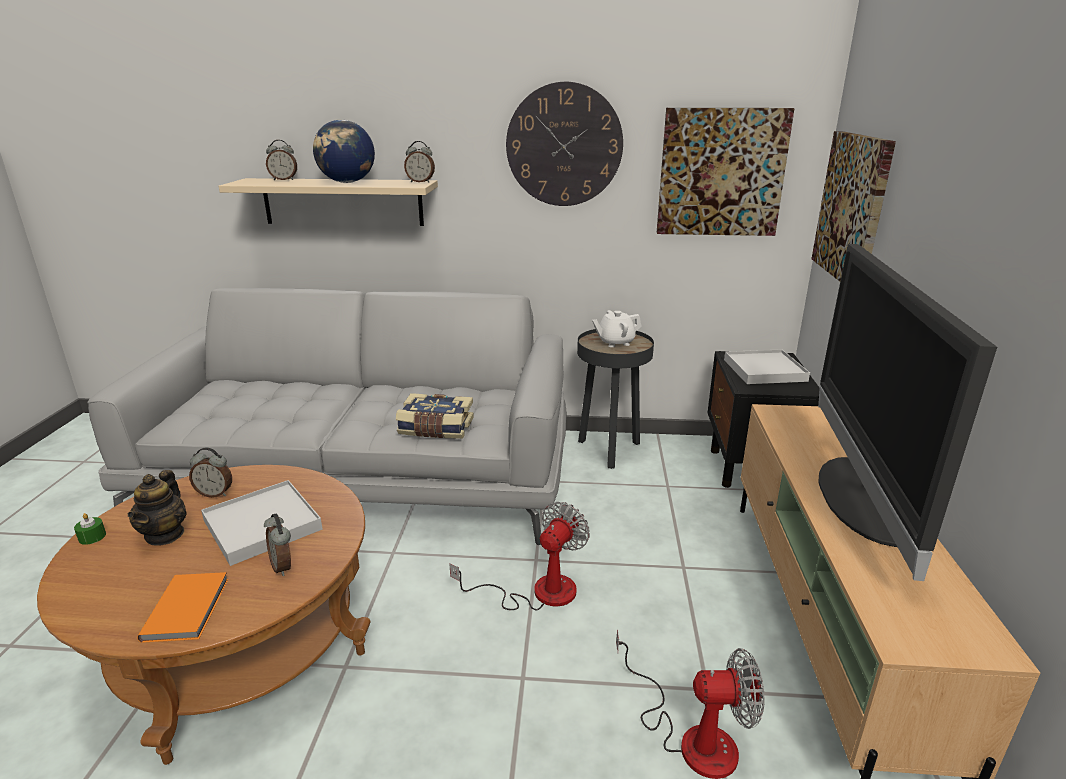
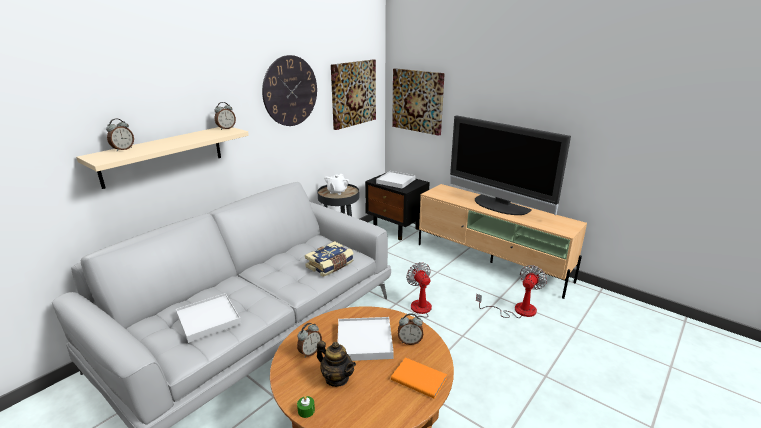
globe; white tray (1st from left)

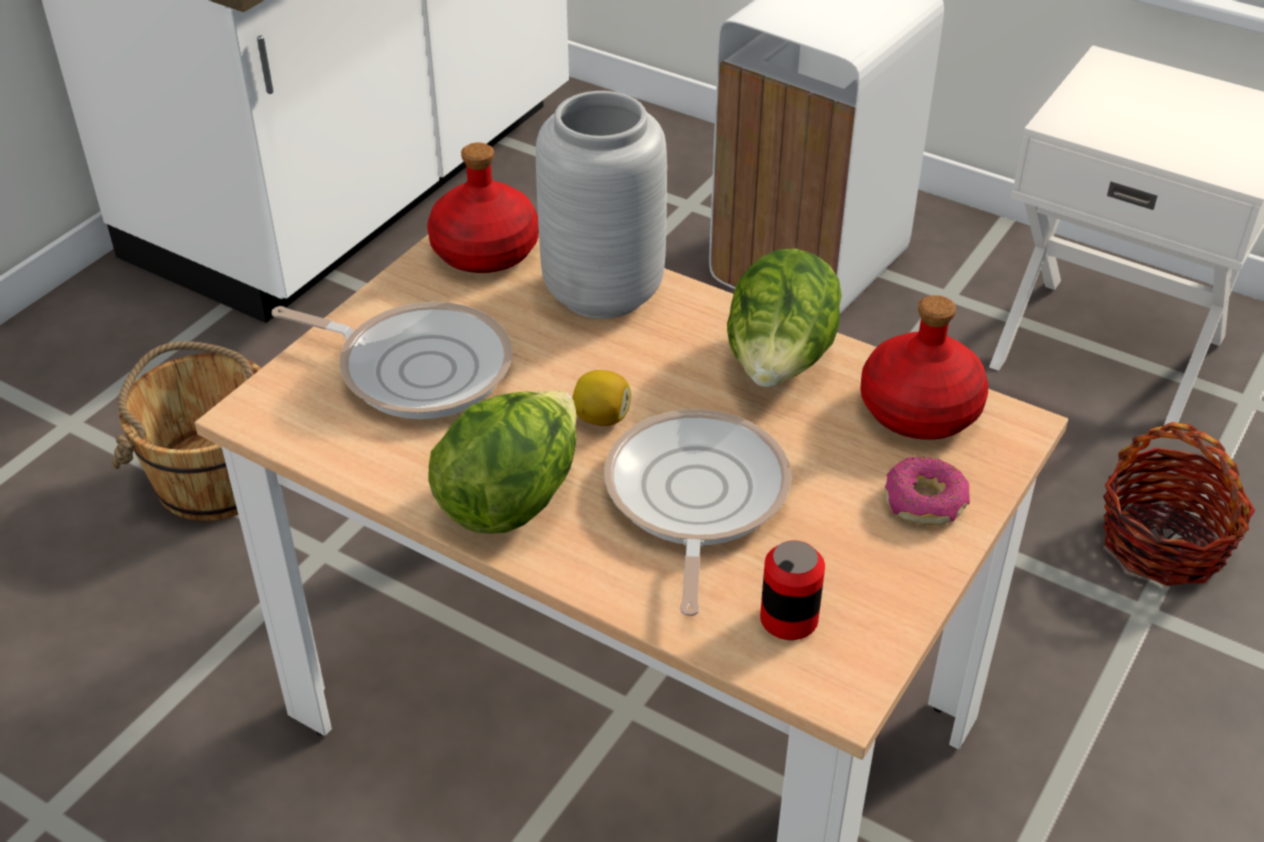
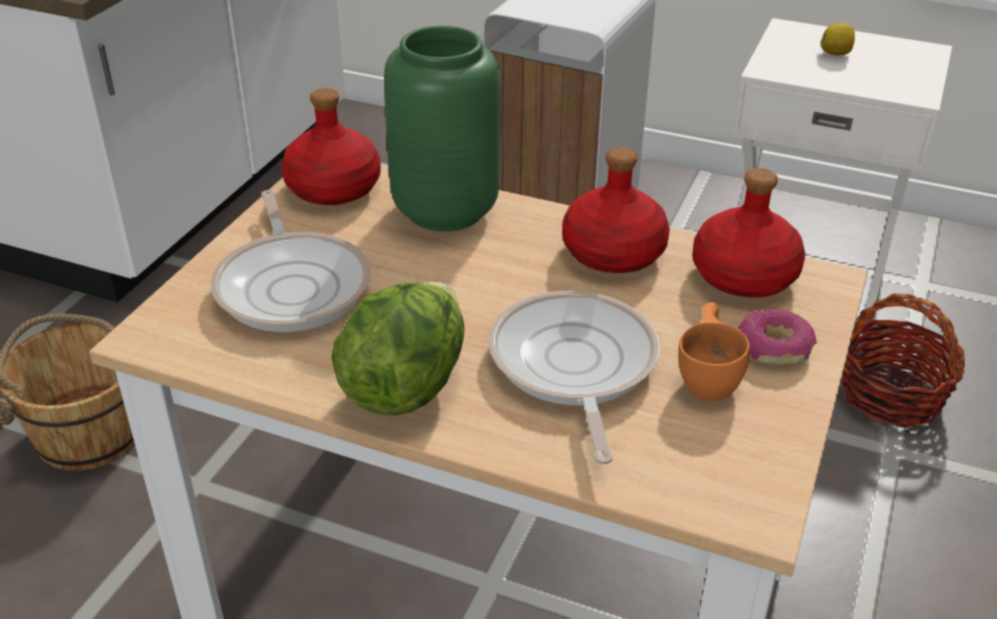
can; orange cup; lemon; red bottle (2nd from left); green vase; frying pan (1st from left)

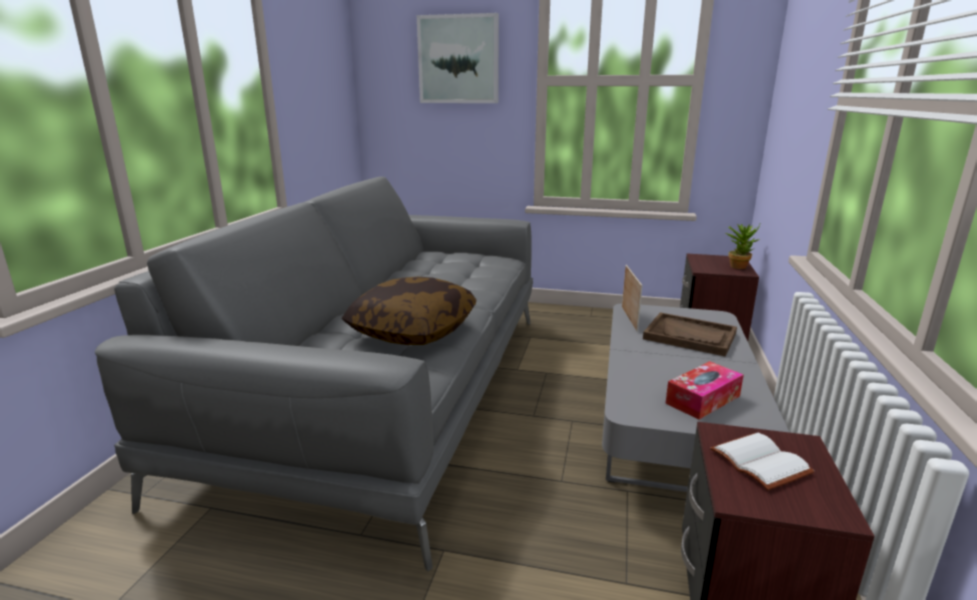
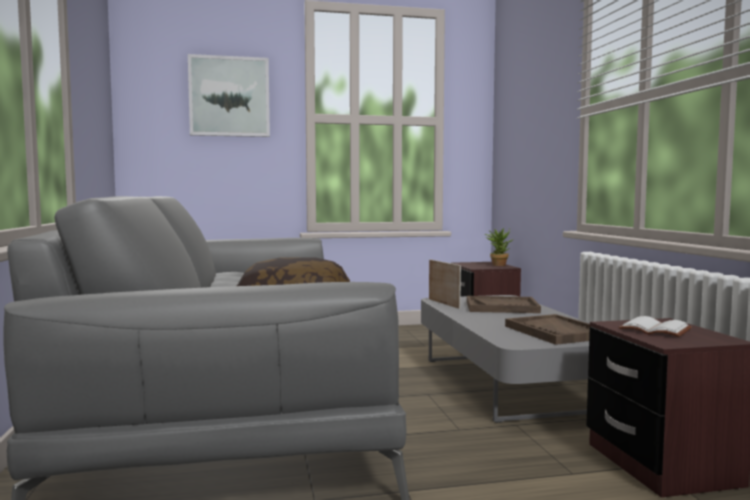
brown tray (2nd from left)

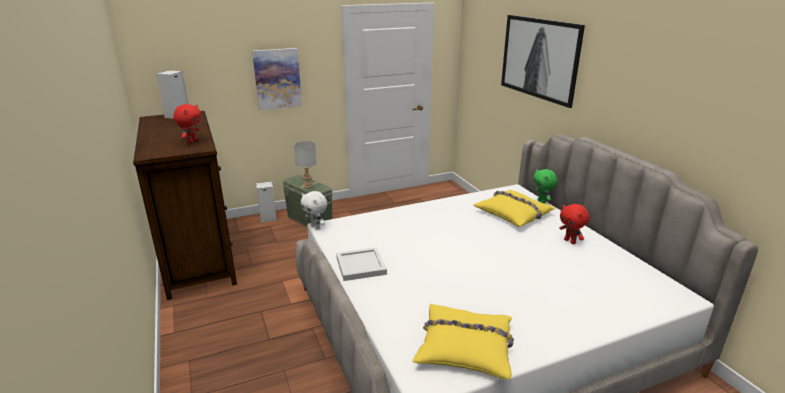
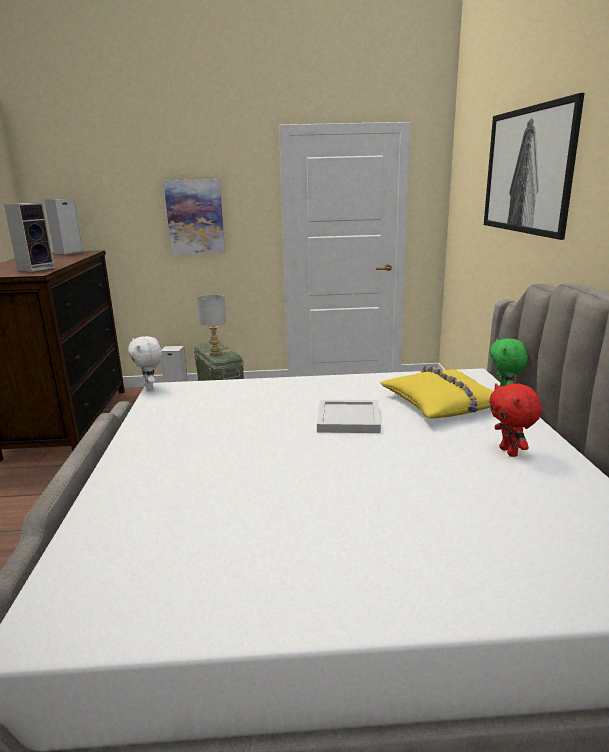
yellow pillow (1st from left in the first image); white tray; speaker (1st from left)

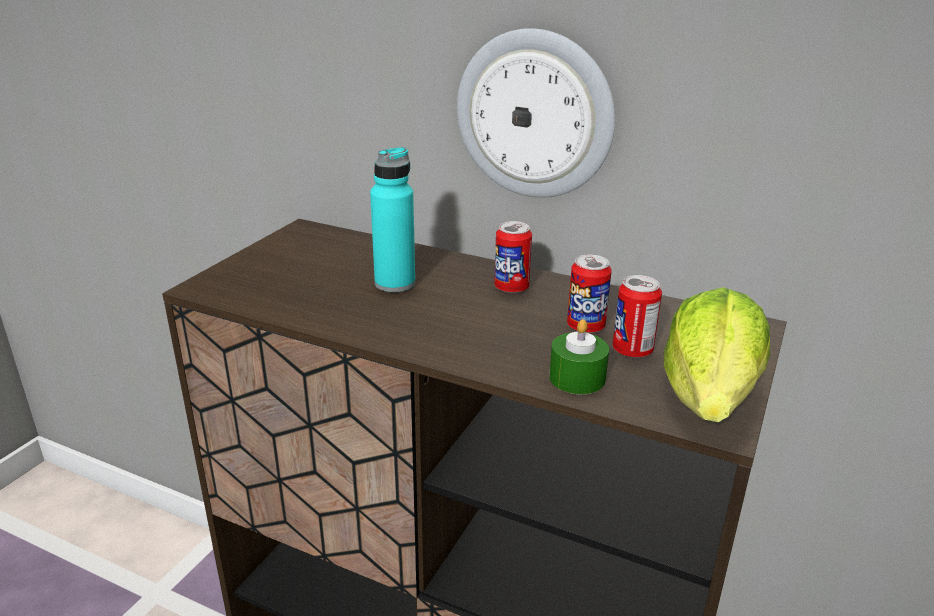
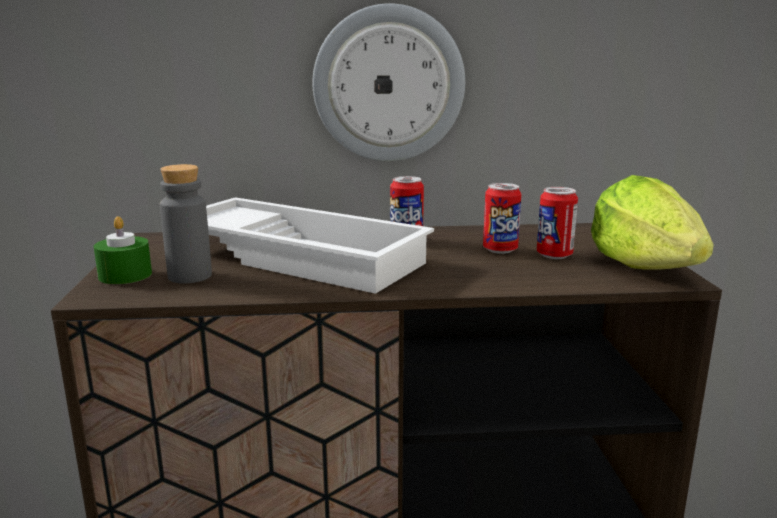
grey bottle; green candle; white tray

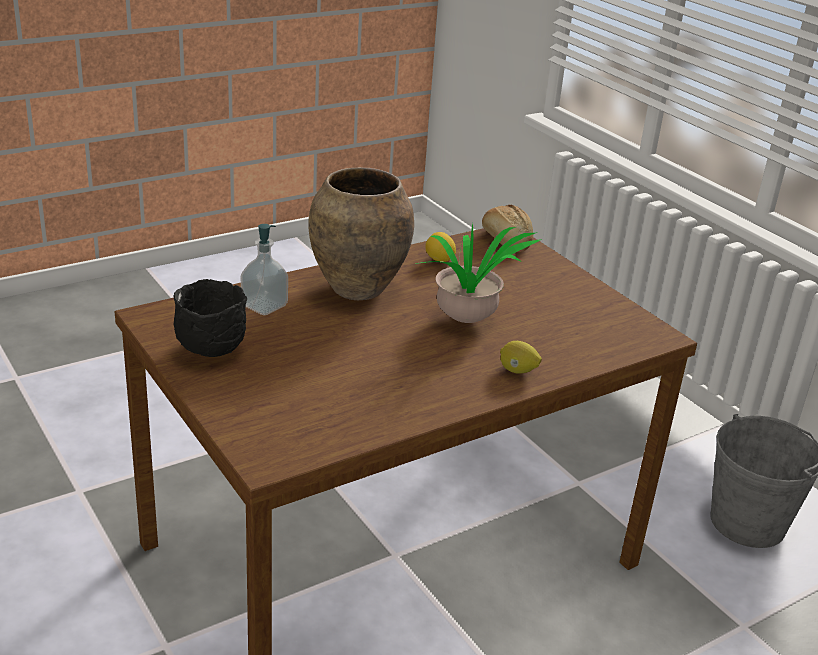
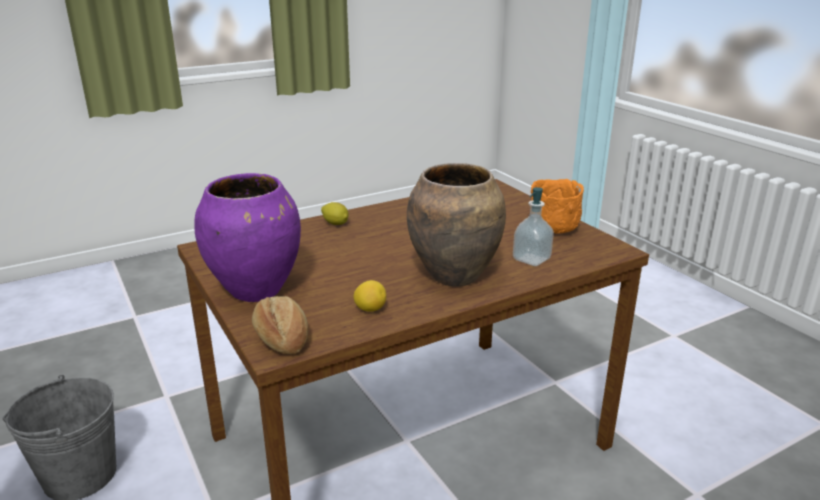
potted plant; purple vase; orange bowl

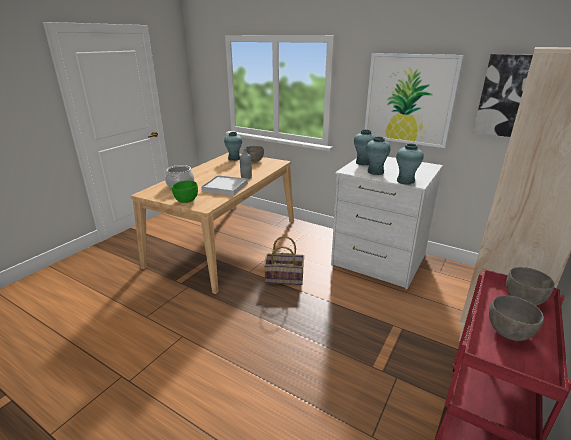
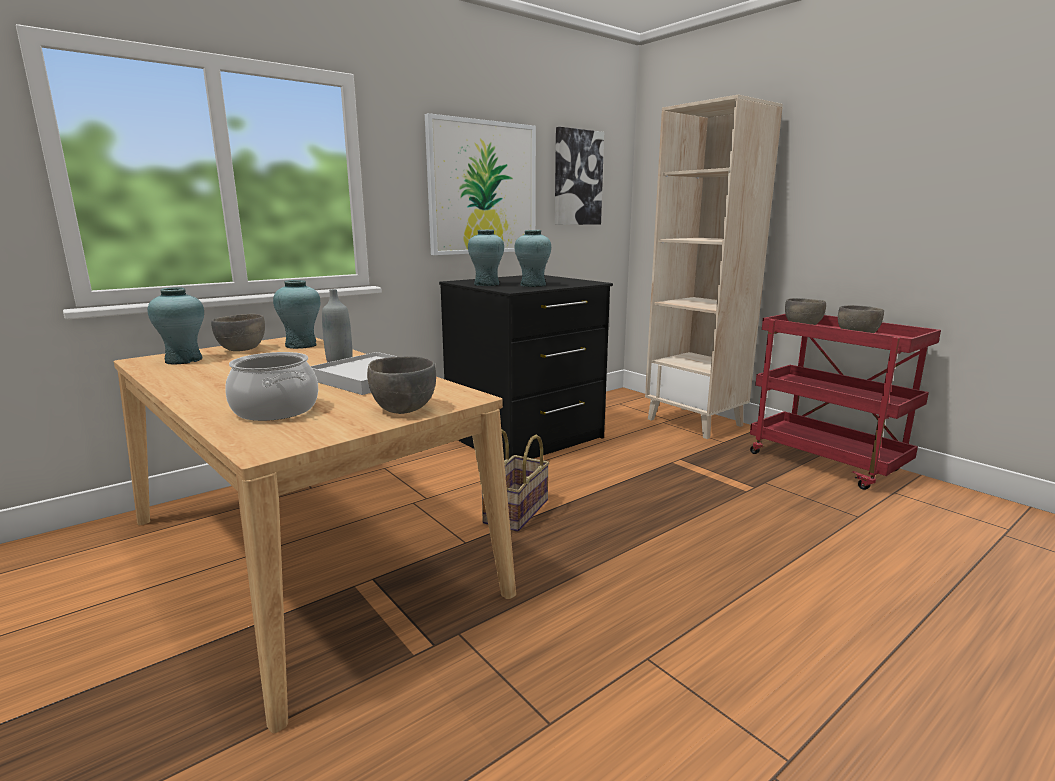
turquoise vase (2nd from left); grey bowl (2nd from left); black dresser

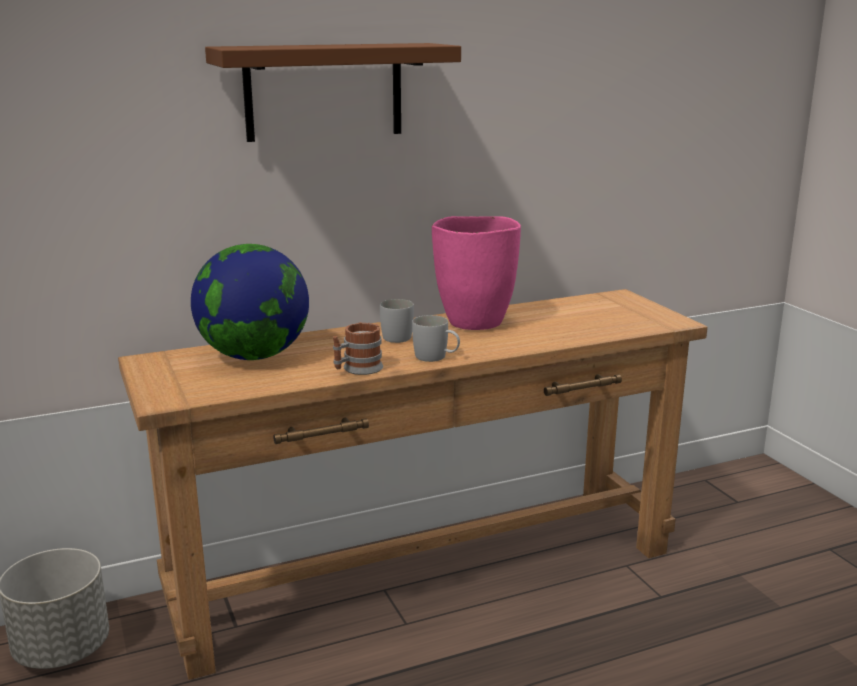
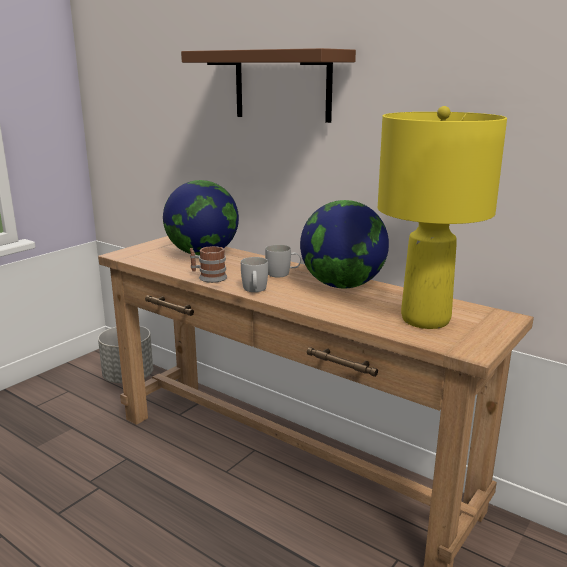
yellow table lamp; globe (2nd from left)

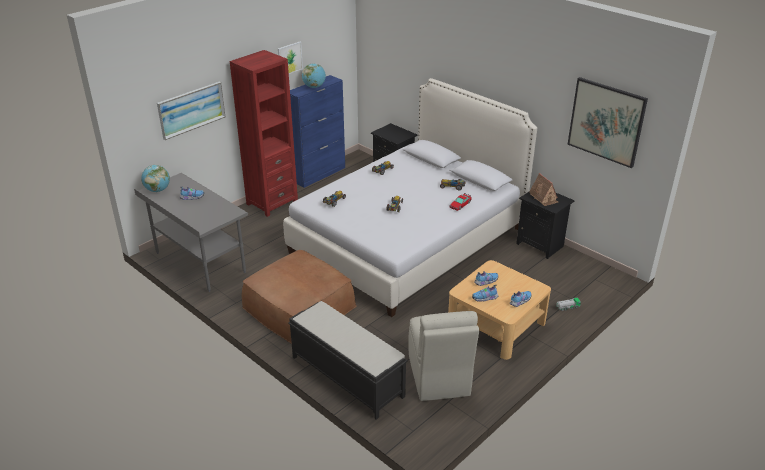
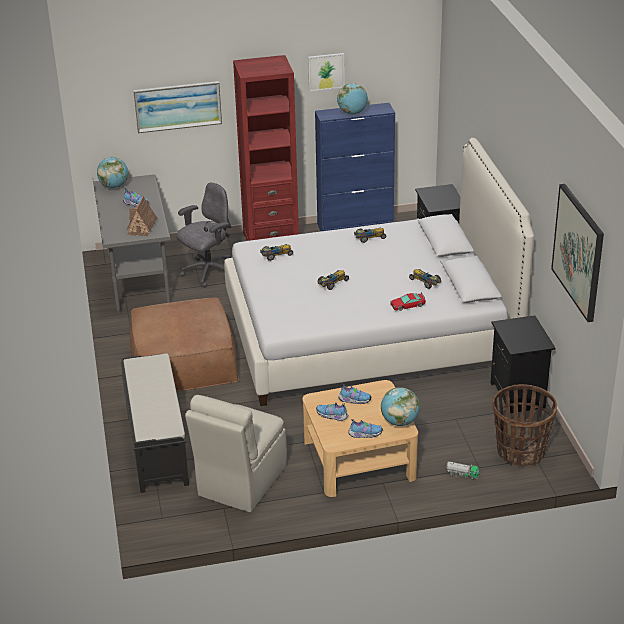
grey office chair; globe (3rd from left); basket; toy house

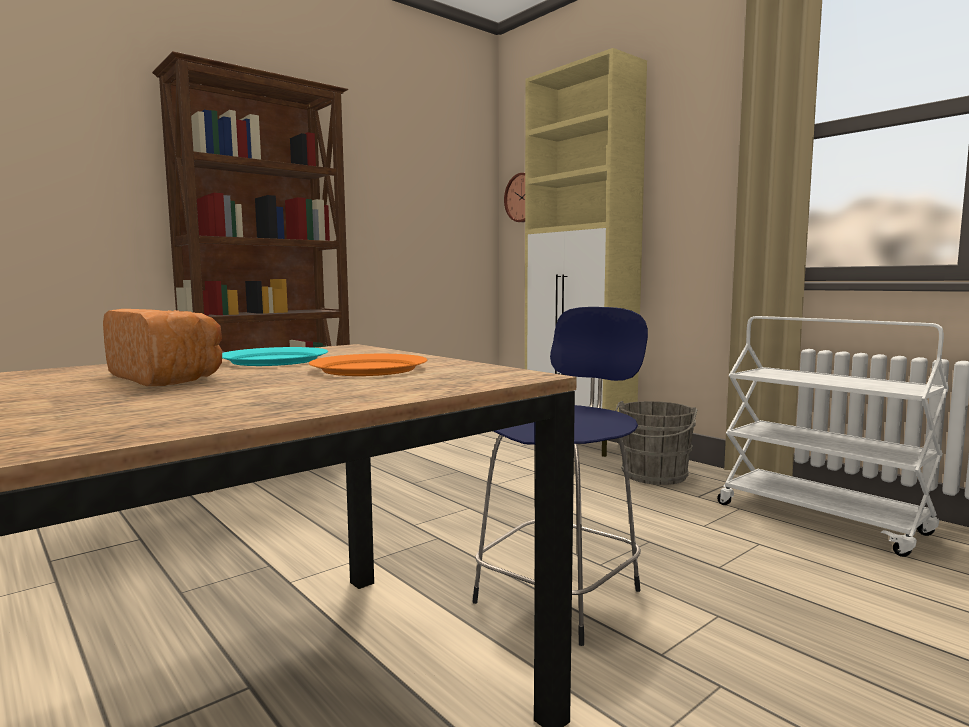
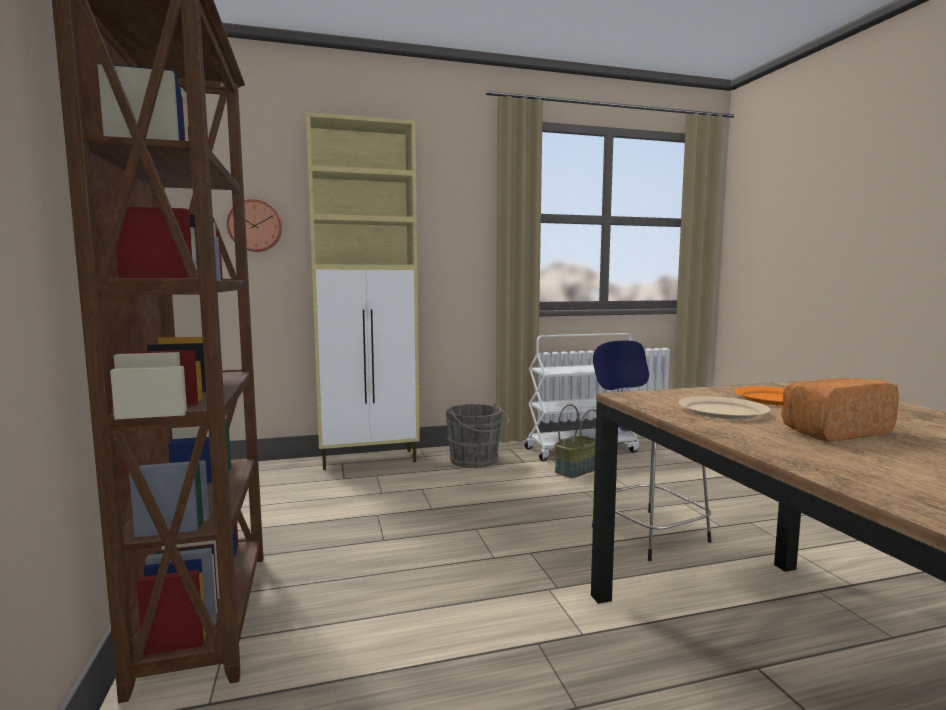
basket; beige plate

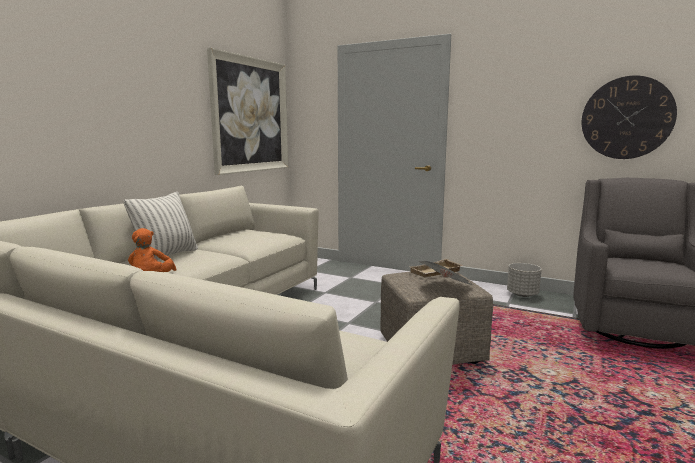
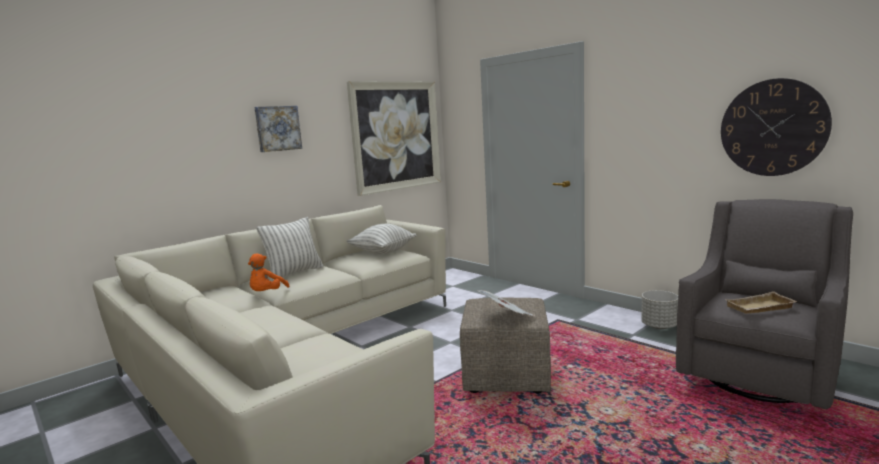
picture (1st from left); pillow (2nd from left); beige tray

